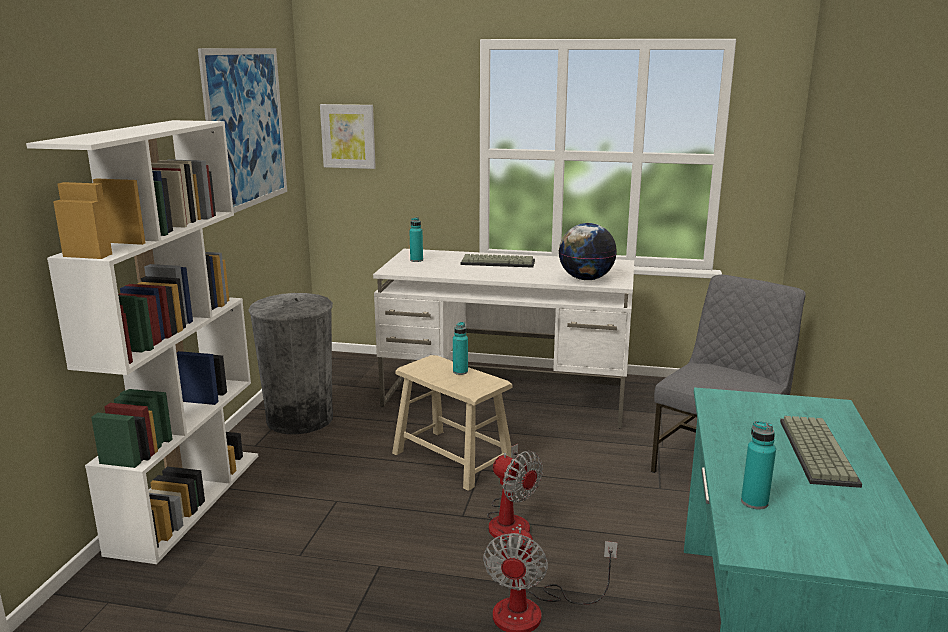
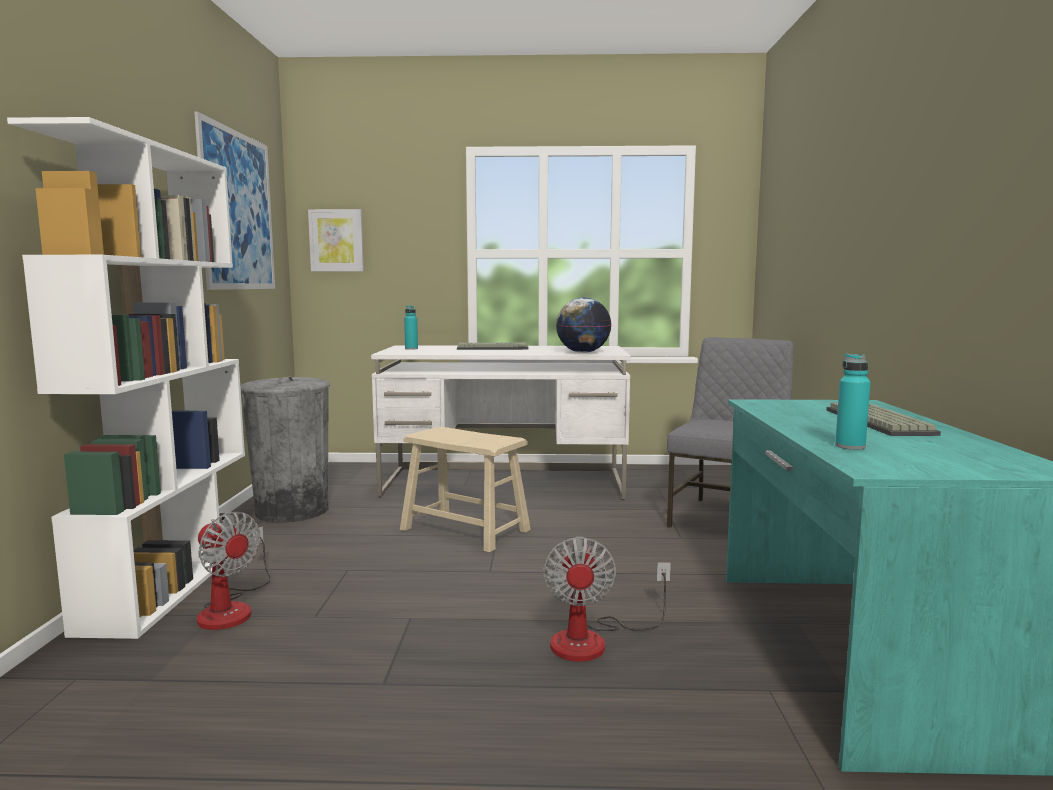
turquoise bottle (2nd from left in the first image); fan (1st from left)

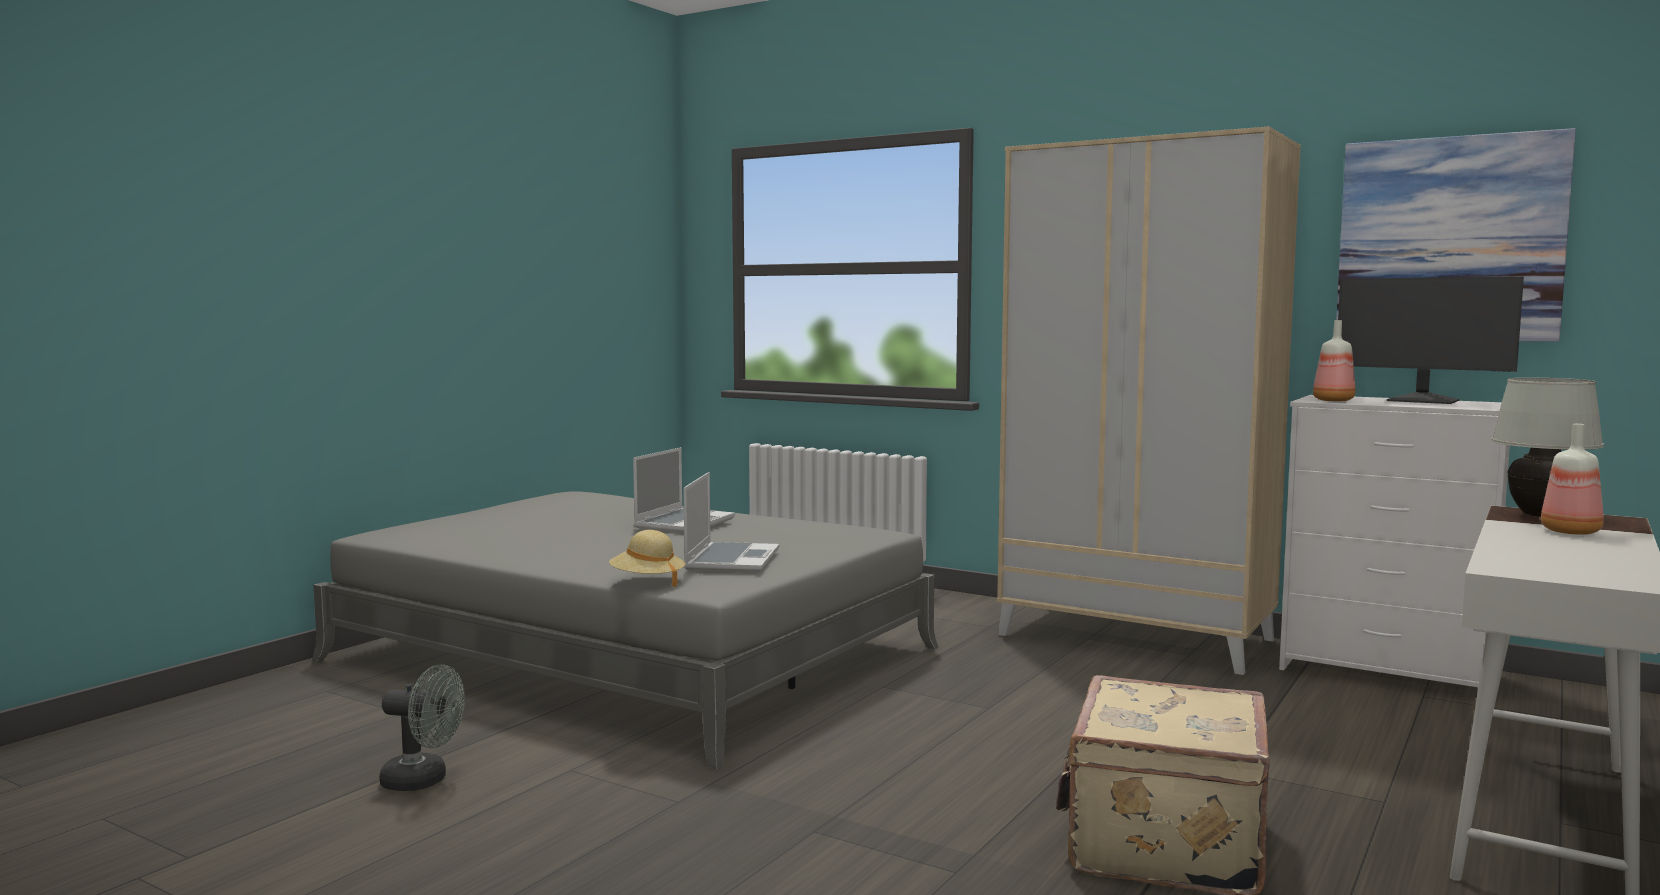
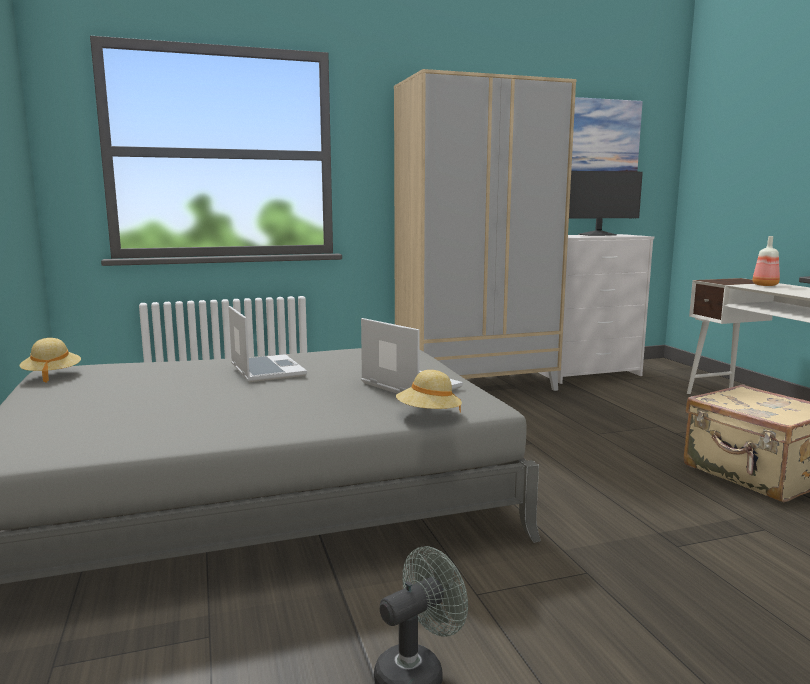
bottle (1st from left in the first image); white table lamp; beige hat (1st from left)

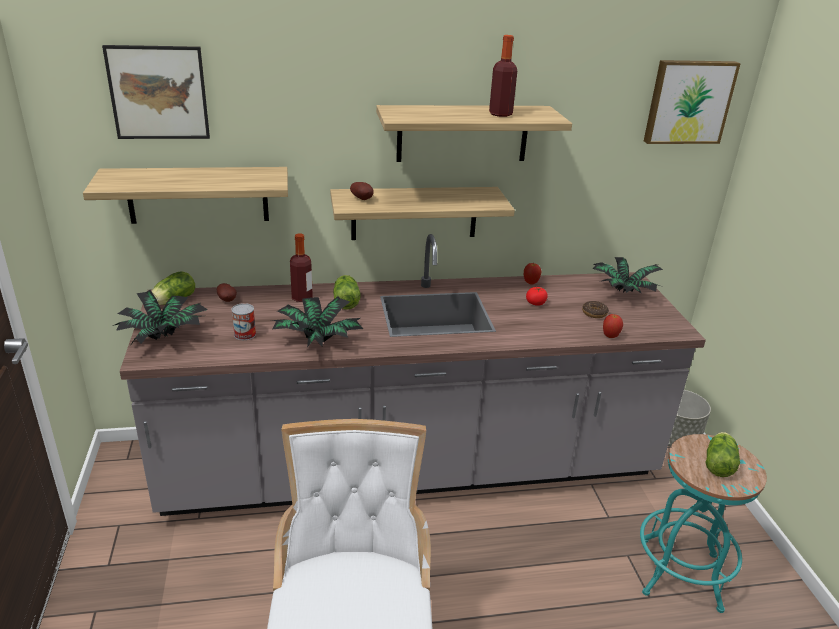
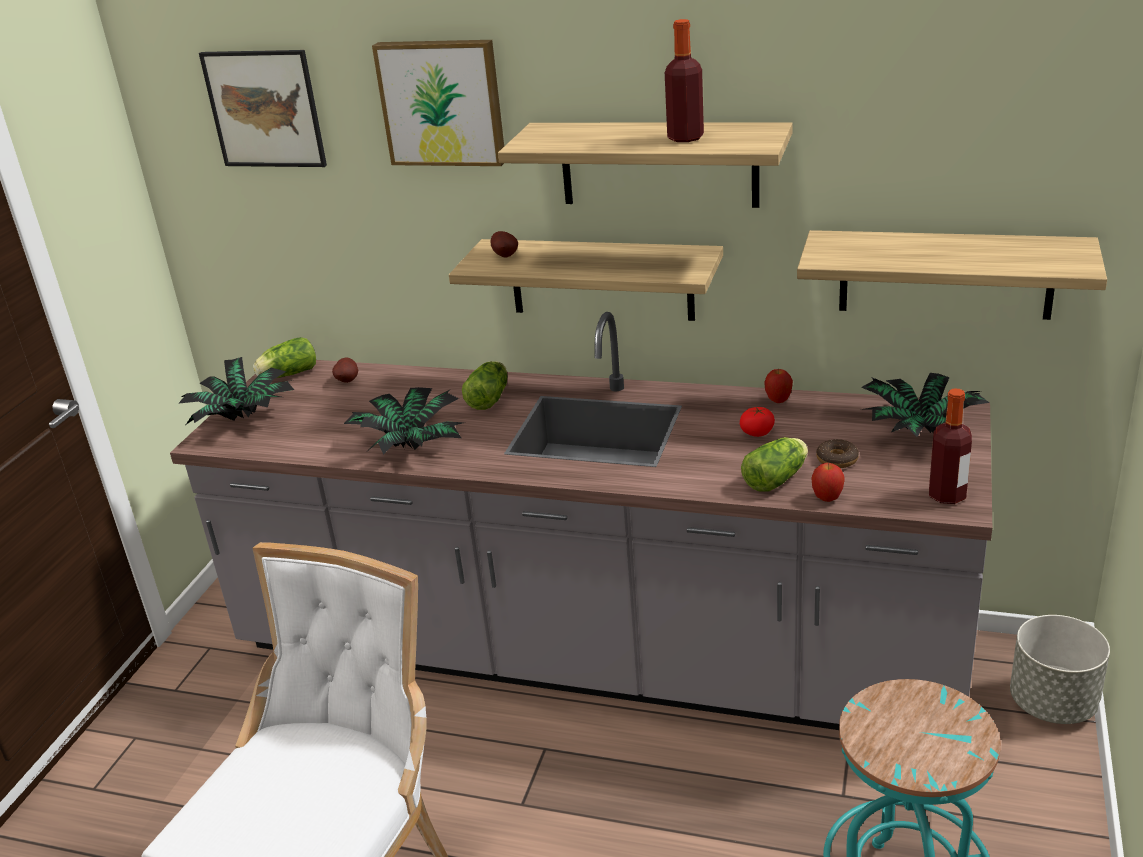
can; shelf (3rd from left); bottle (2nd from left); picture (2nd from left); lettuce (3rd from left)

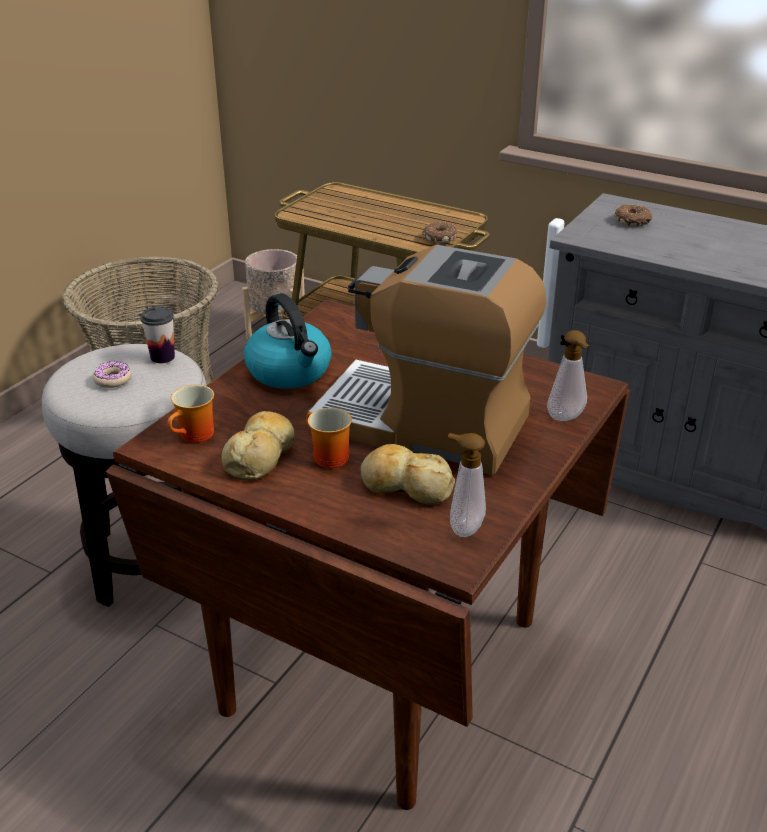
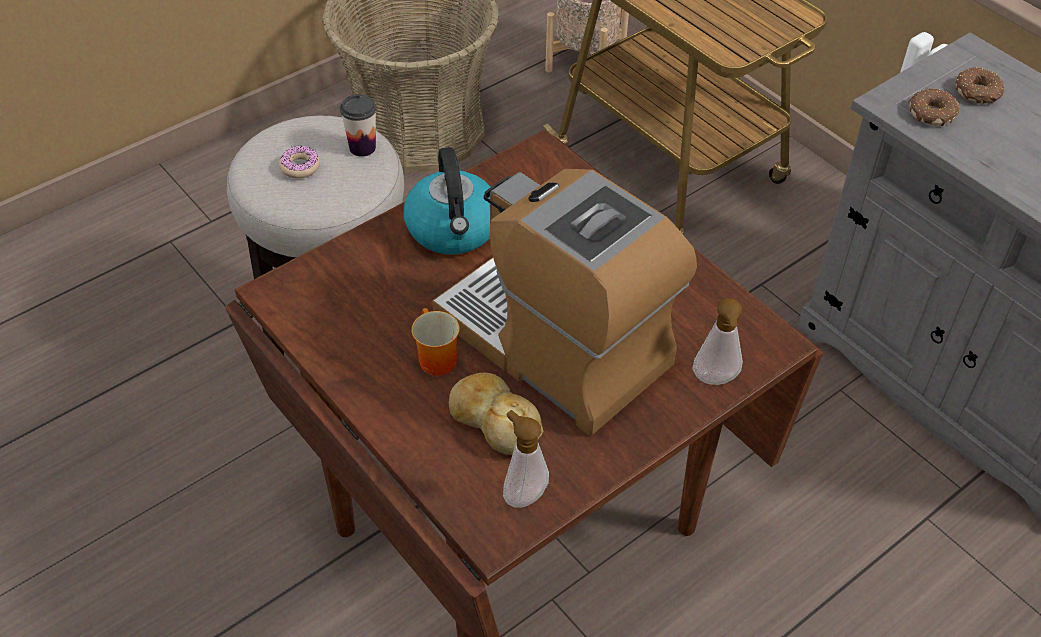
mug (1st from left in the first image); bread (1st from left in the first image); donut (2nd from left)

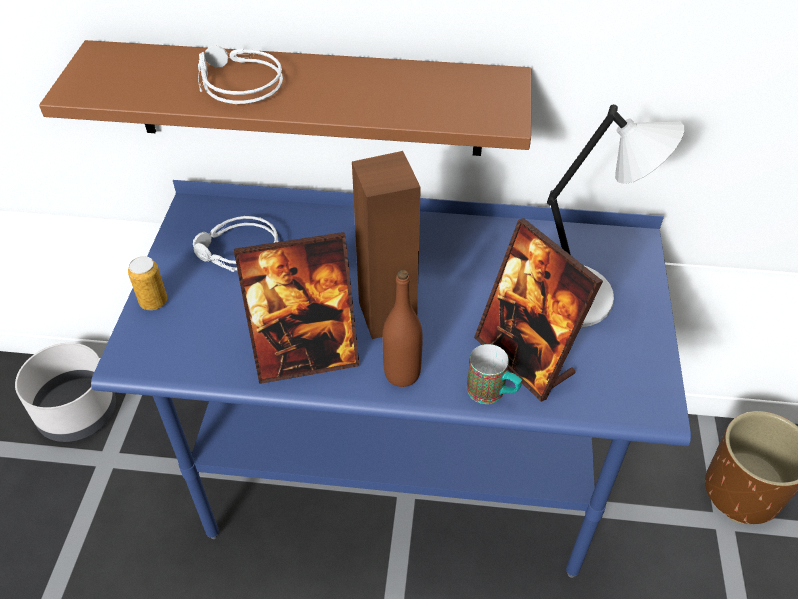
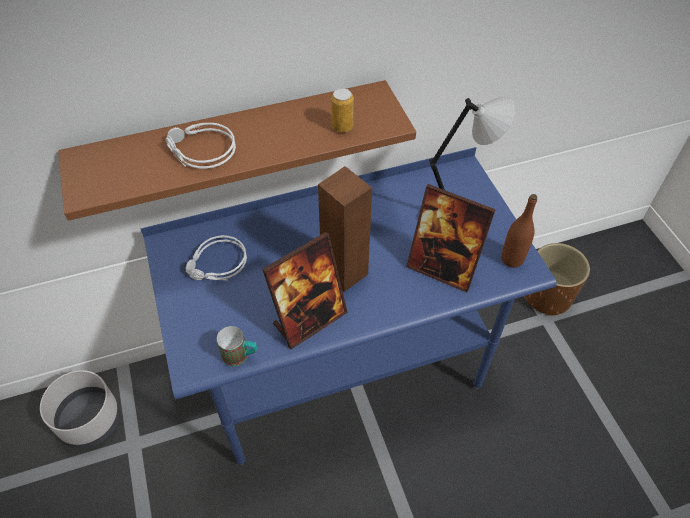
can; brown bottle; mug

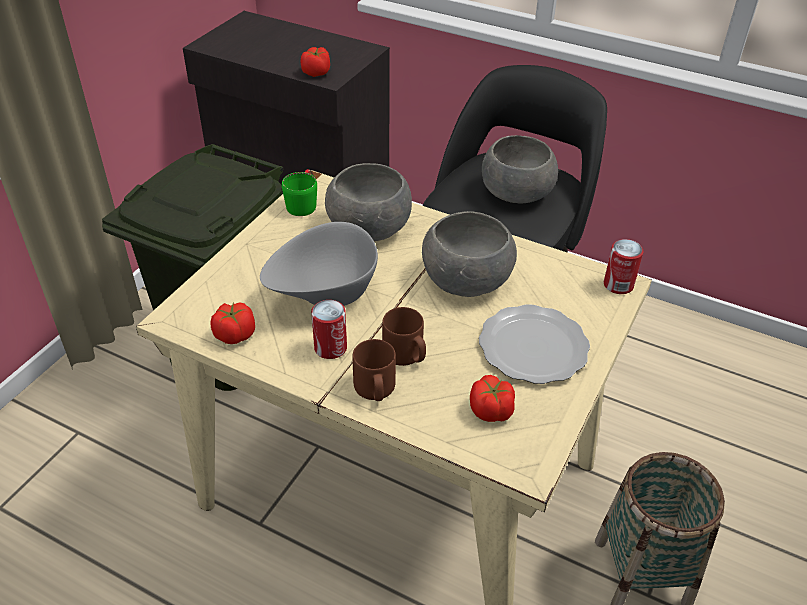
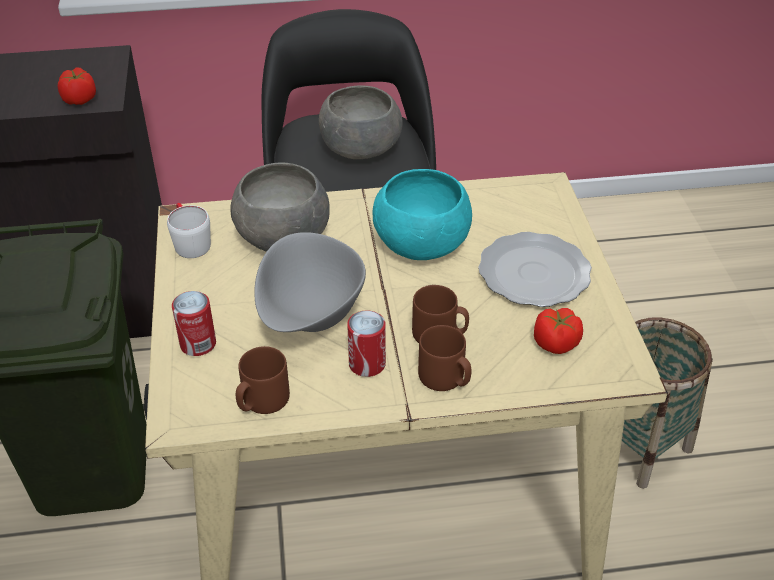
can (1st from left); brown mug (1st from left); white mug; turquoise bowl

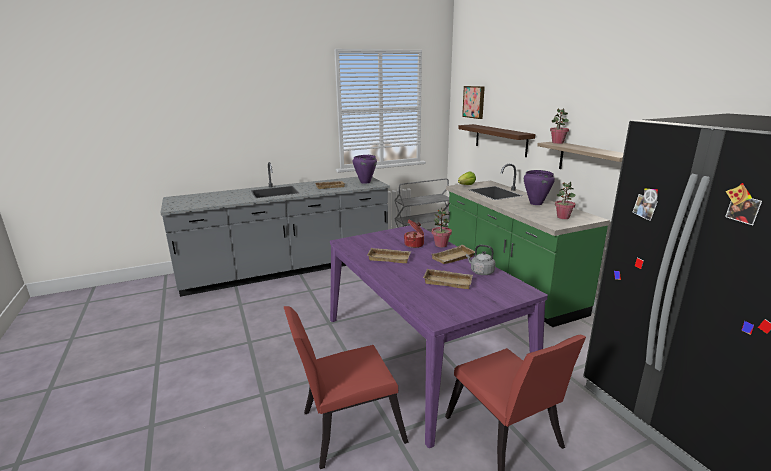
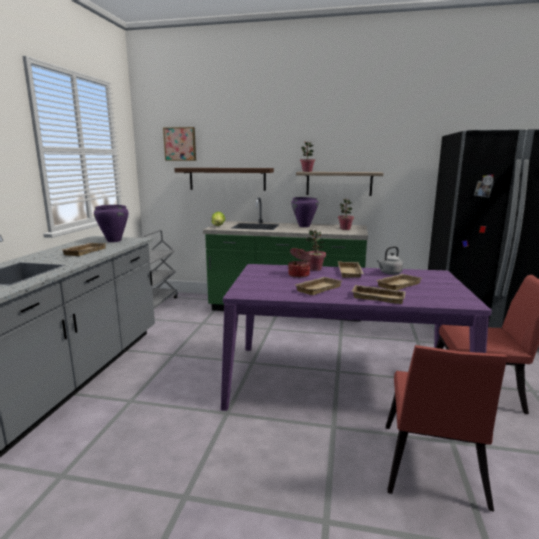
beige tray (4th from left)

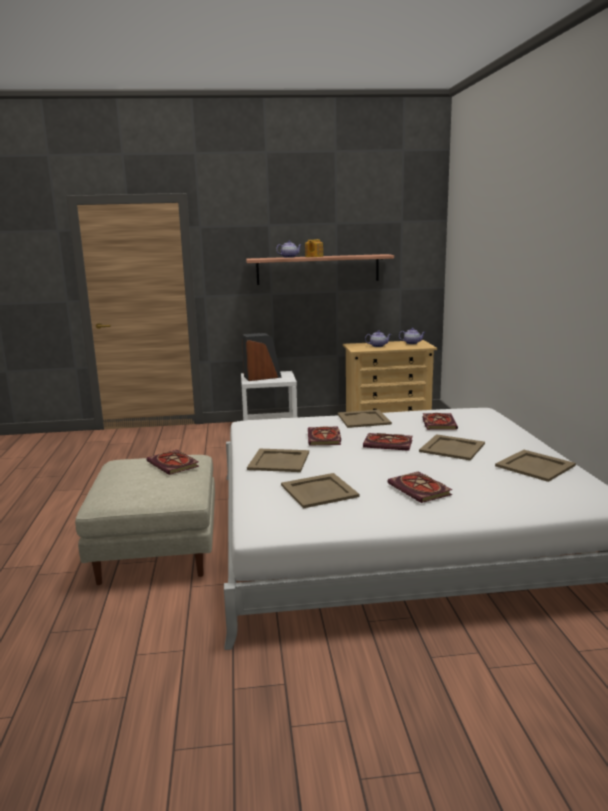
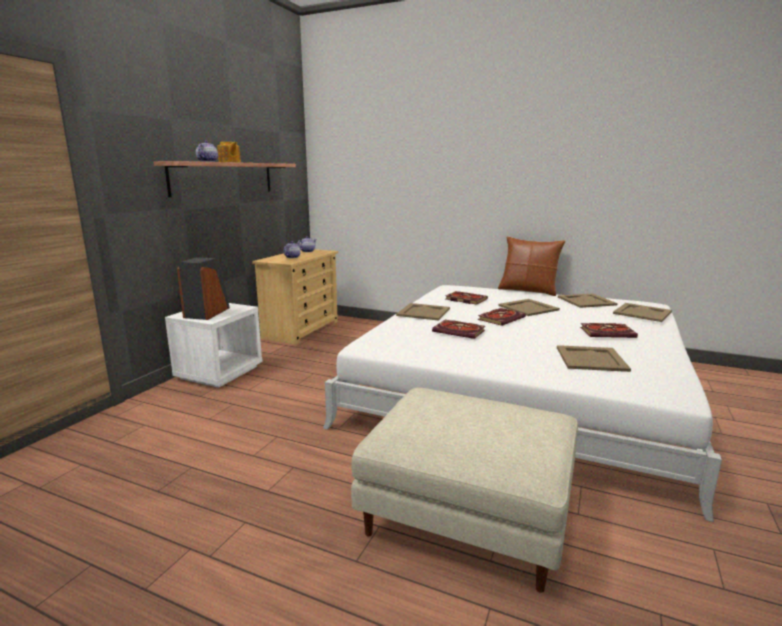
book (1st from left in the first image); brown pillow; beige tray (5th from left)

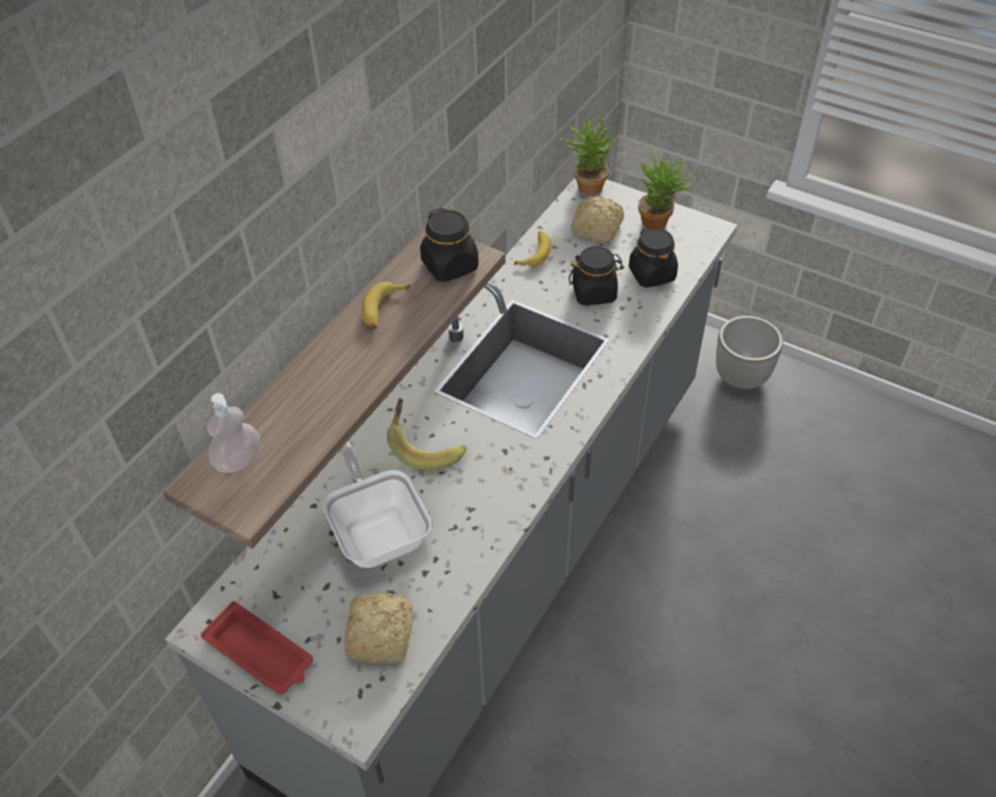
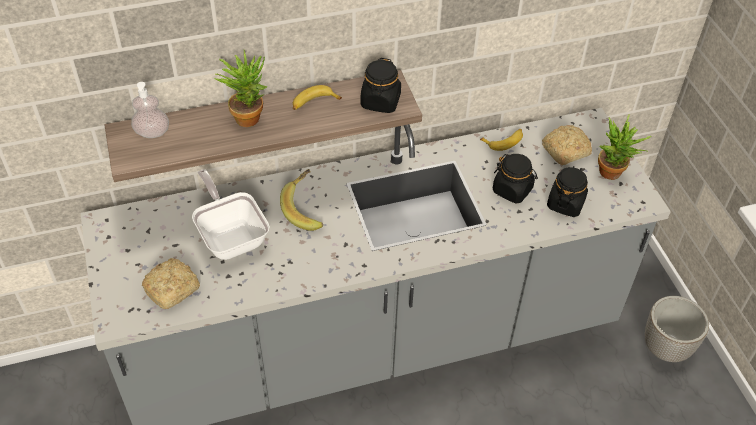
red tray; potted plant (1st from left); frying pan

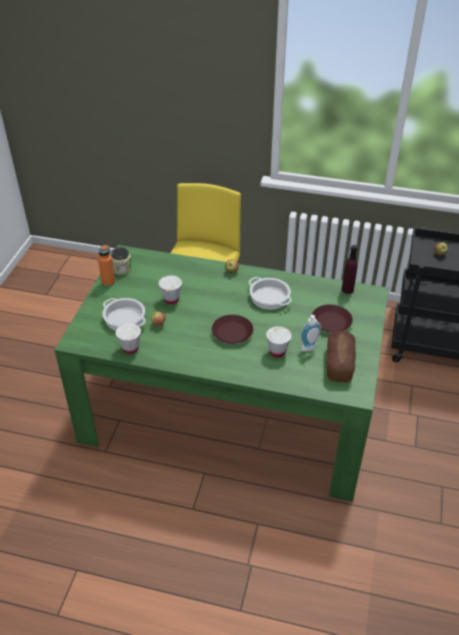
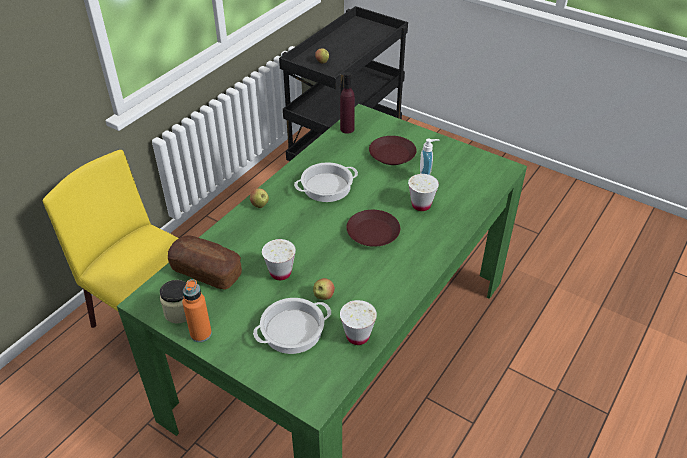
bread

